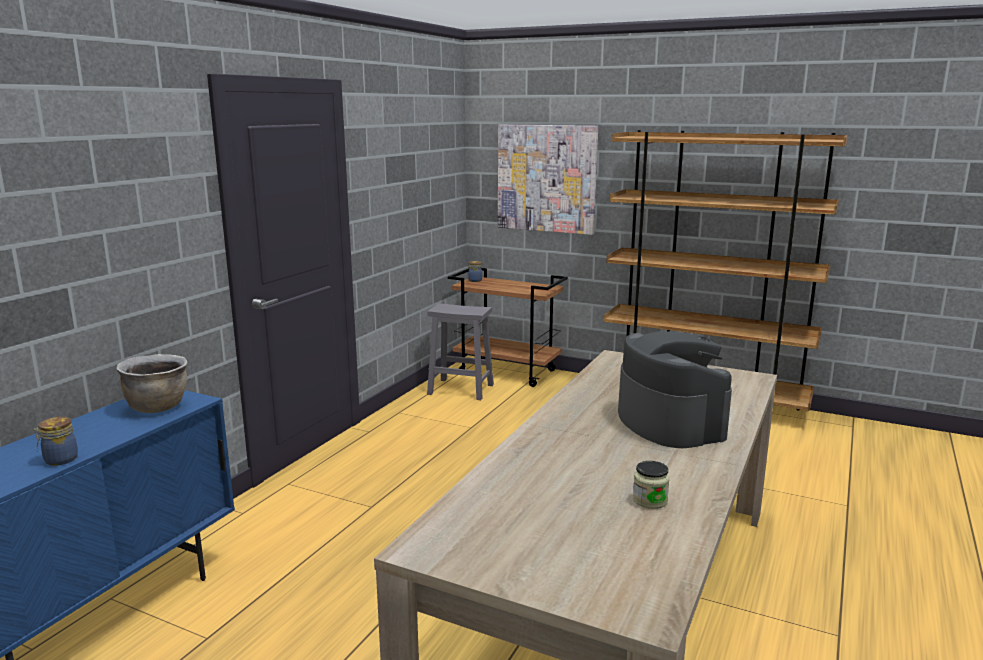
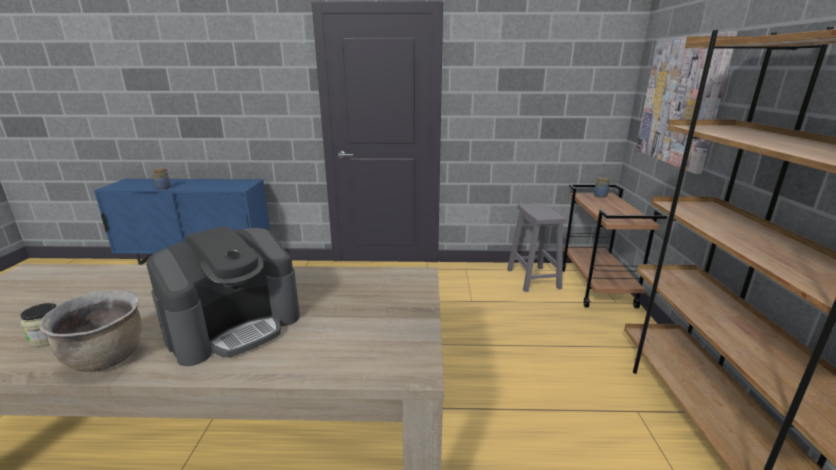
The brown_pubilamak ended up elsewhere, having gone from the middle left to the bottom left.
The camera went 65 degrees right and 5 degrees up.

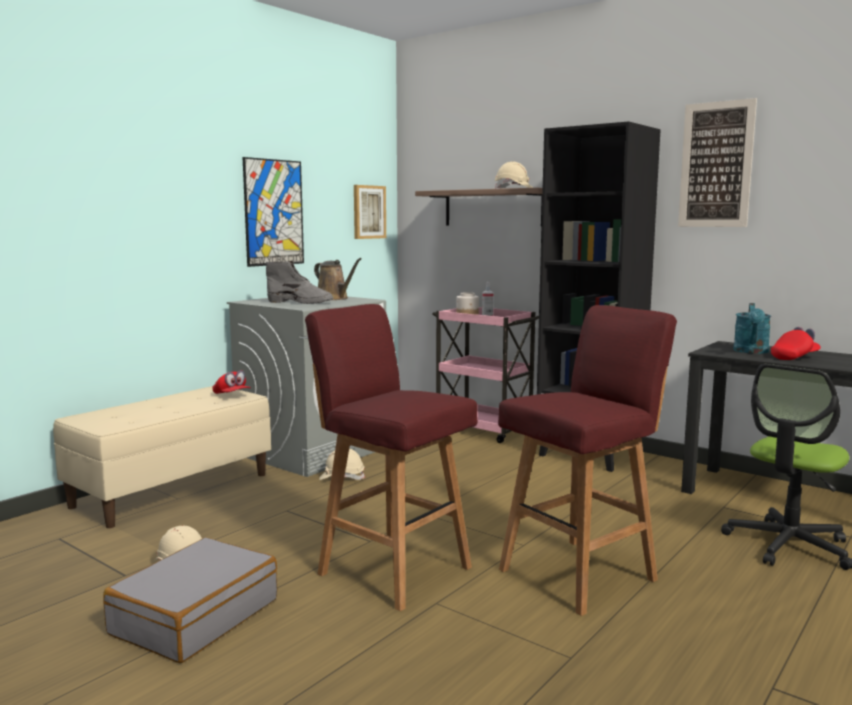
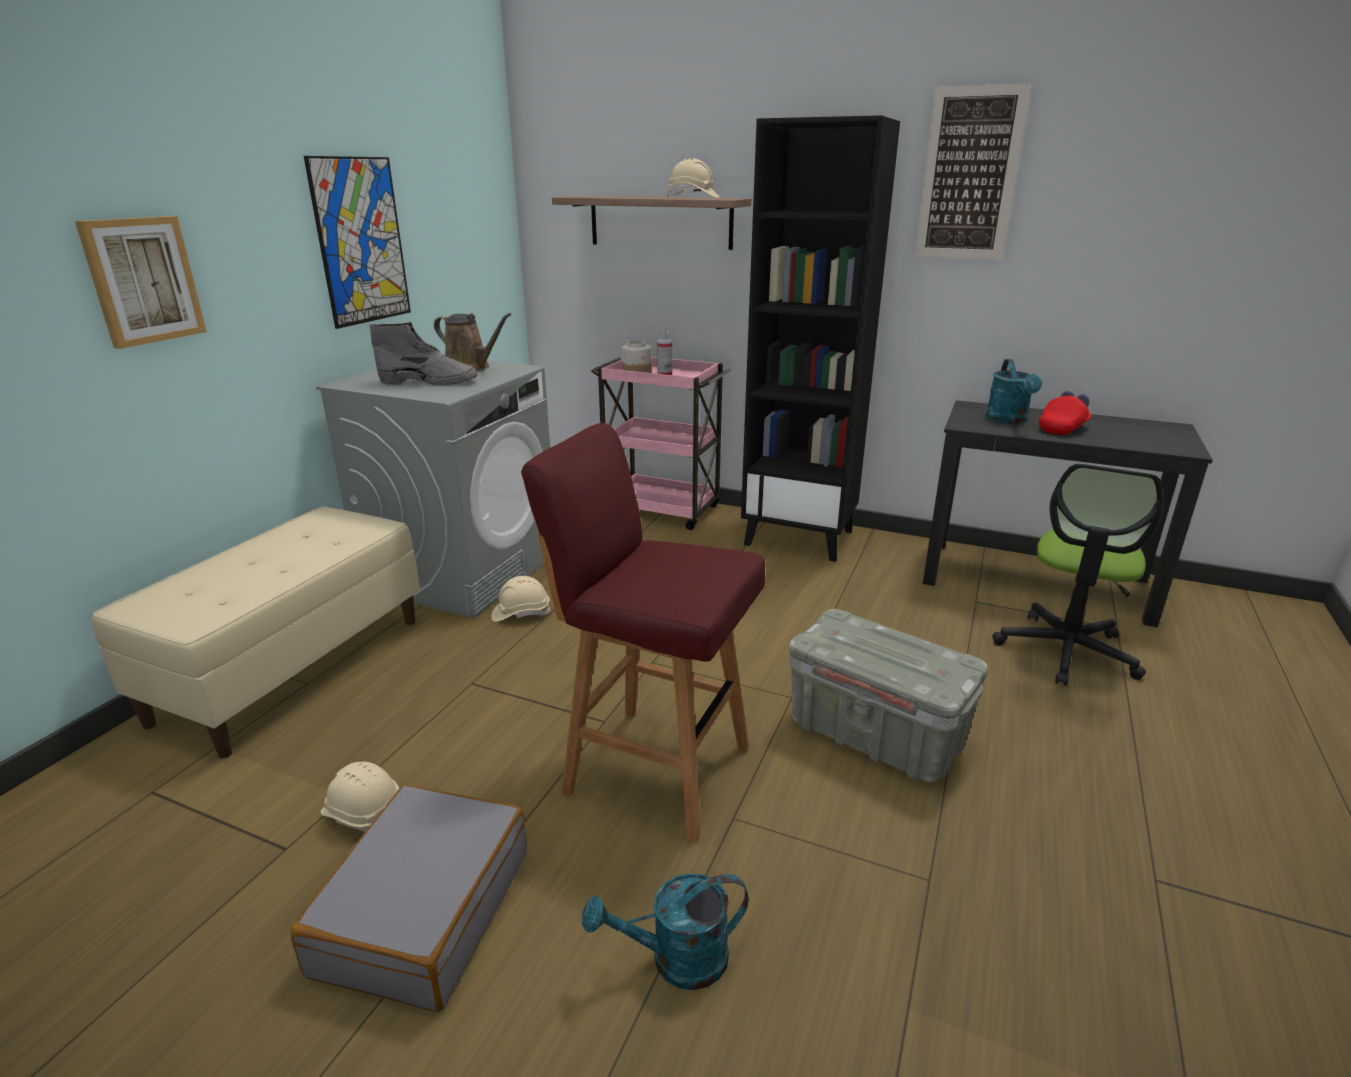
The second view lost the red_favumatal (no. 1 from left) at the middle left.
The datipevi (no. 2 from left in the first image) ended up elsewhere, having gone from the top centre to the top left.
Where the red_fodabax (no. 2 from left) stood at the middle right, the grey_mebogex came to stand at the centre.
The second view gained the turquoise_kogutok (no. 1 from left) at the bottom centre.
The camera went 15 degrees left and 15 degrees up.

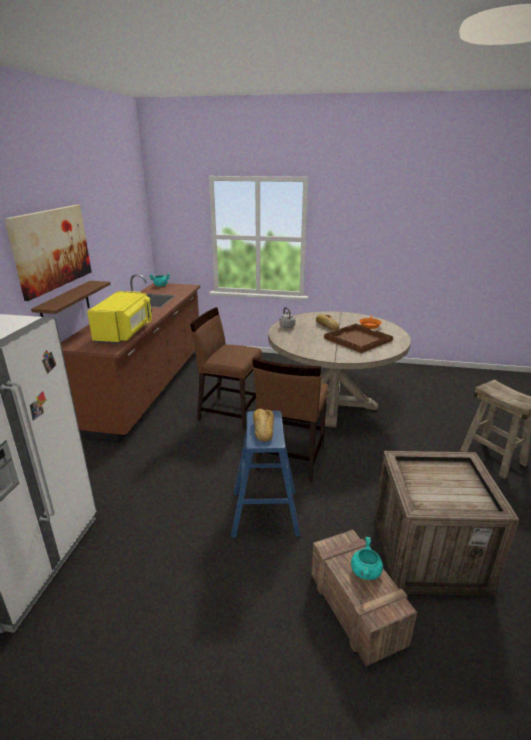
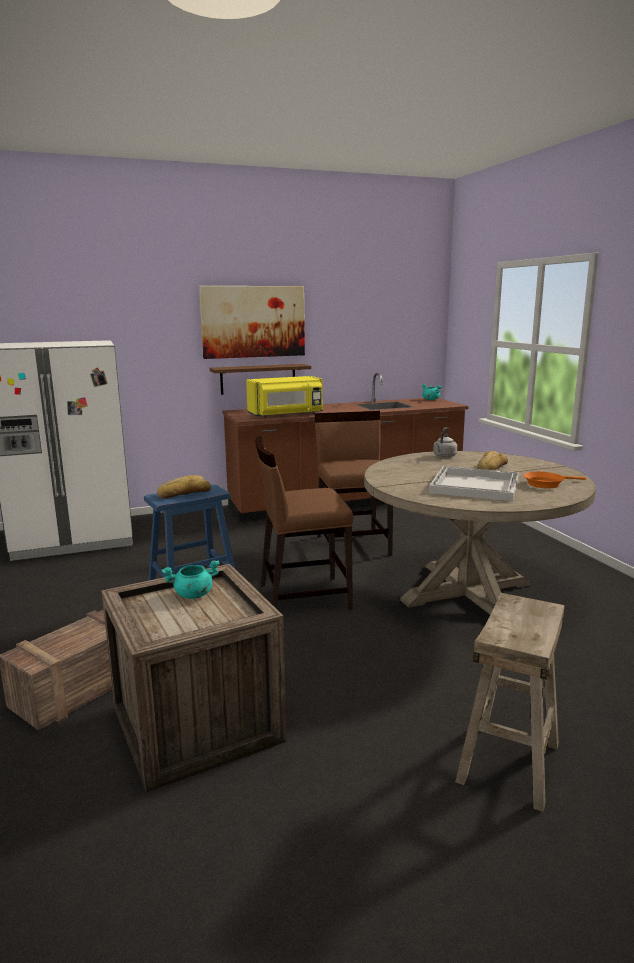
What was the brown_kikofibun at the middle right turned into the white_kikofibun at the middle right.
The turquoise_pubilamak (no. 2 from left in the first image) ended up elsewhere, having gone from the bottom right to the middle left.
The camera went 60 degrees right and 10 degrees down.

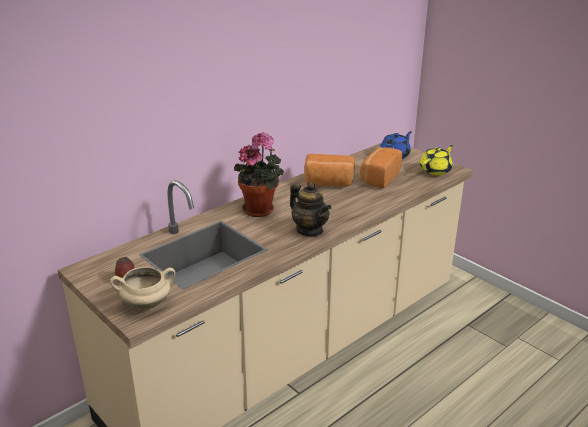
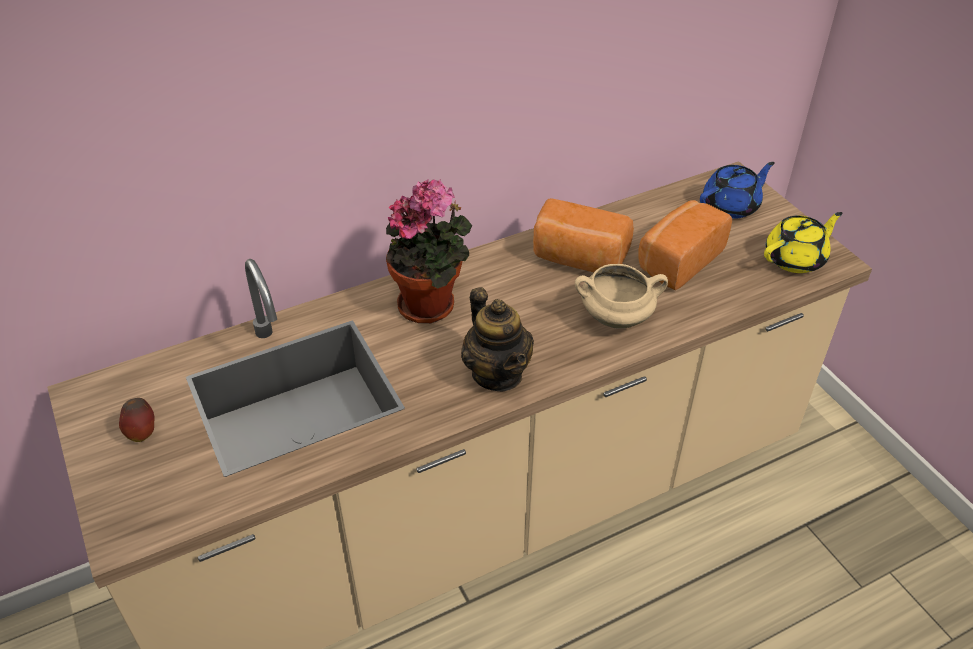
The beige_pubilamak ended up elsewhere, having gone from the bottom left to the centre.
The camera went 15 degrees right and 15 degrees up.

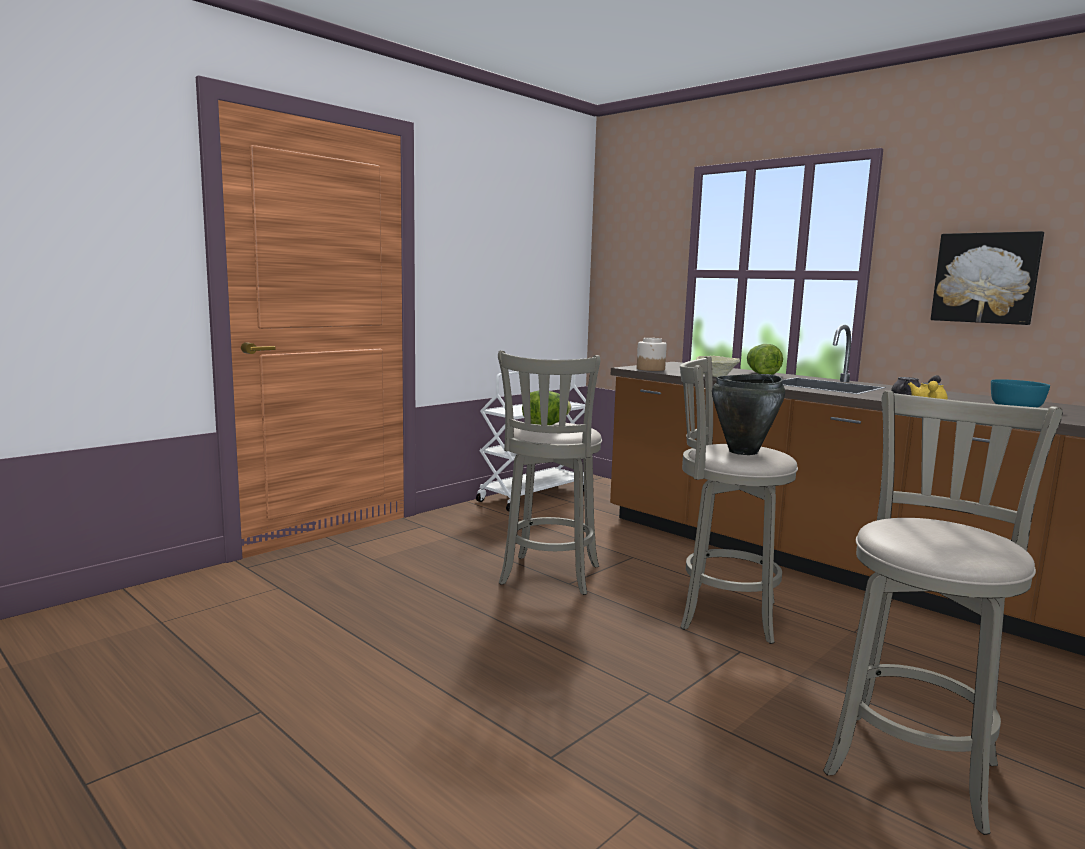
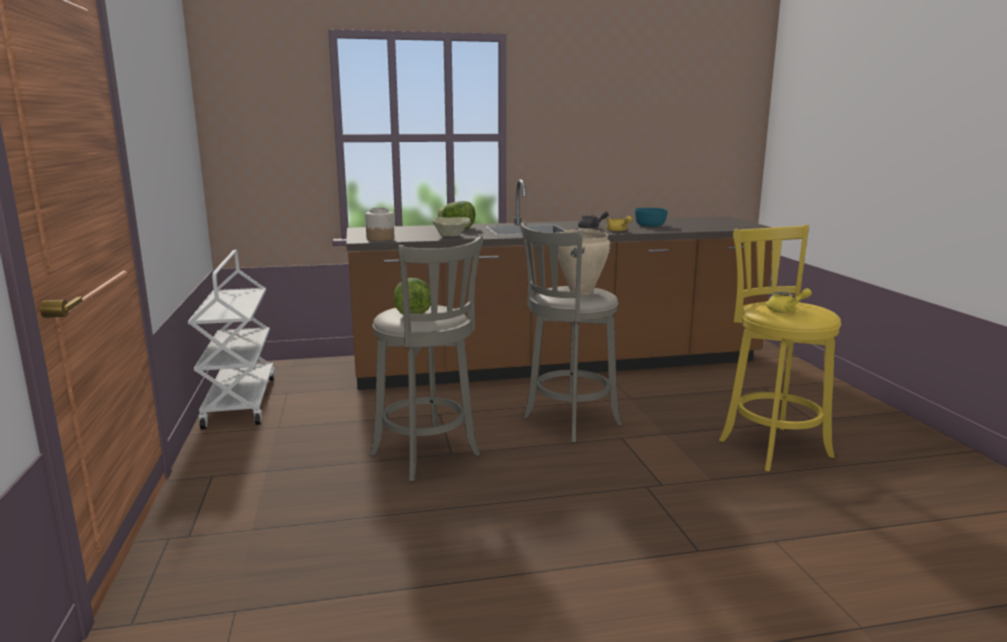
What was the black_pubilamak at the middle right turned into the beige_pubilamak at the centre.
What was the grey_fodabax (no. 3 from left) at the bottom right turned into the yellow_fodabax at the middle right.
The second view lost the datipevi at the top right.
The second view gained the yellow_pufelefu (no. 2 from left) at the middle right.
The camera went 55 degrees left and 5 degrees up.

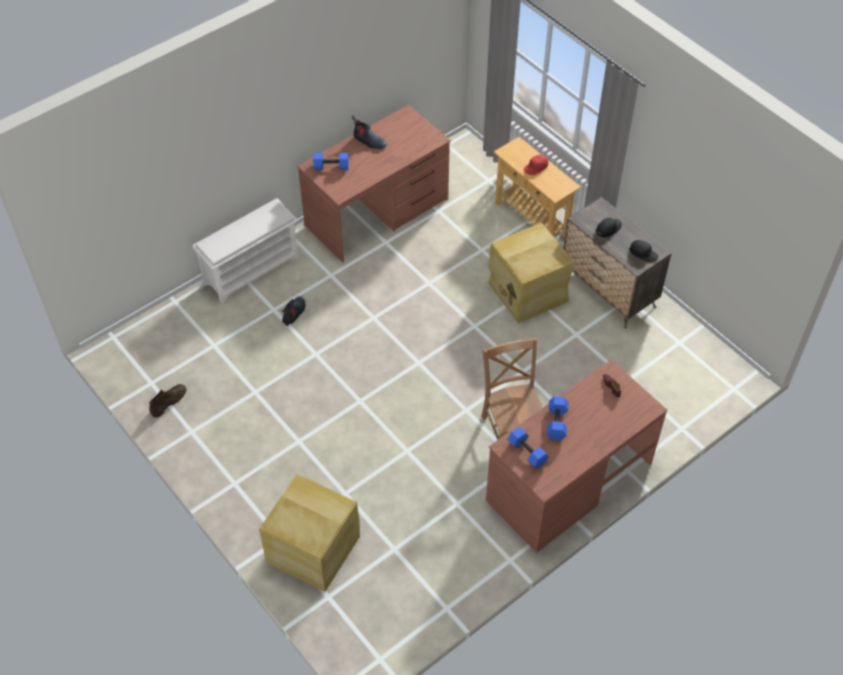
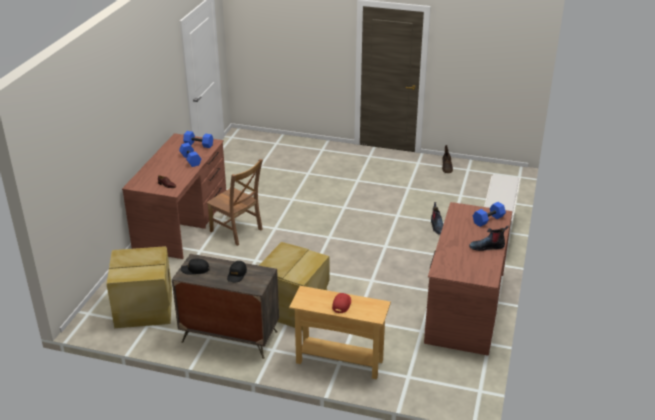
The beige_mebogex (no. 1 from left) ended up elsewhere, having gone from the bottom centre to the bottom left.
The camera went 145 degrees right and 20 degrees down.

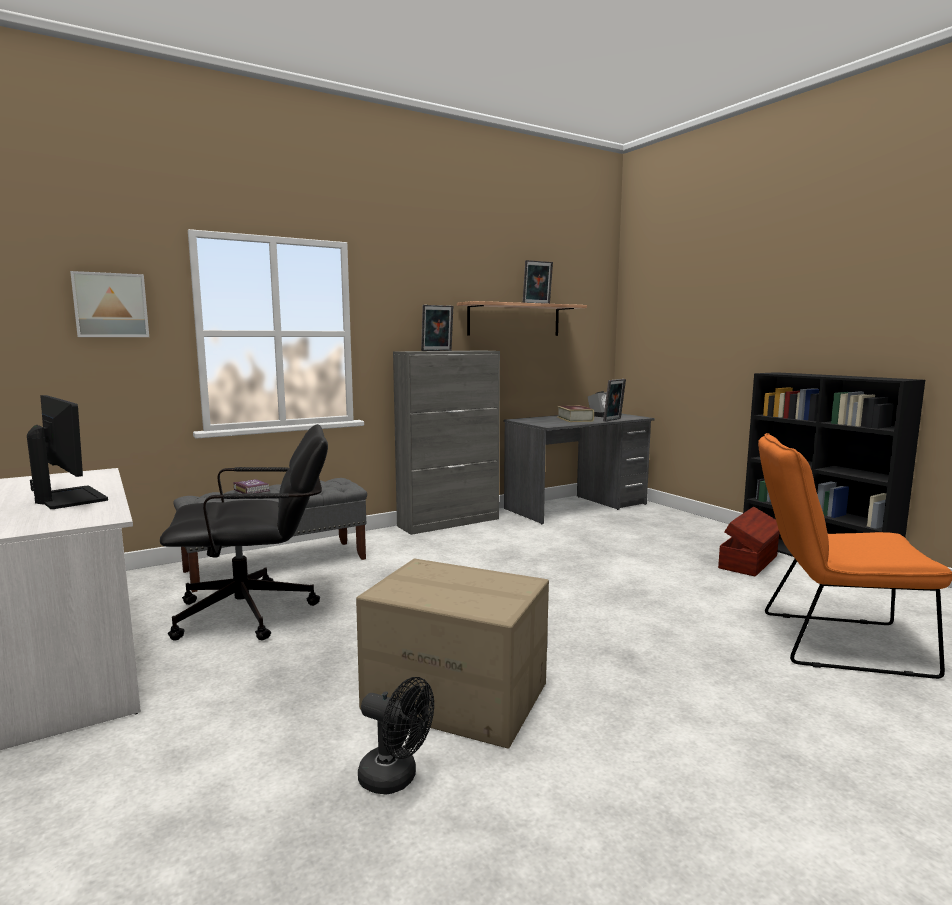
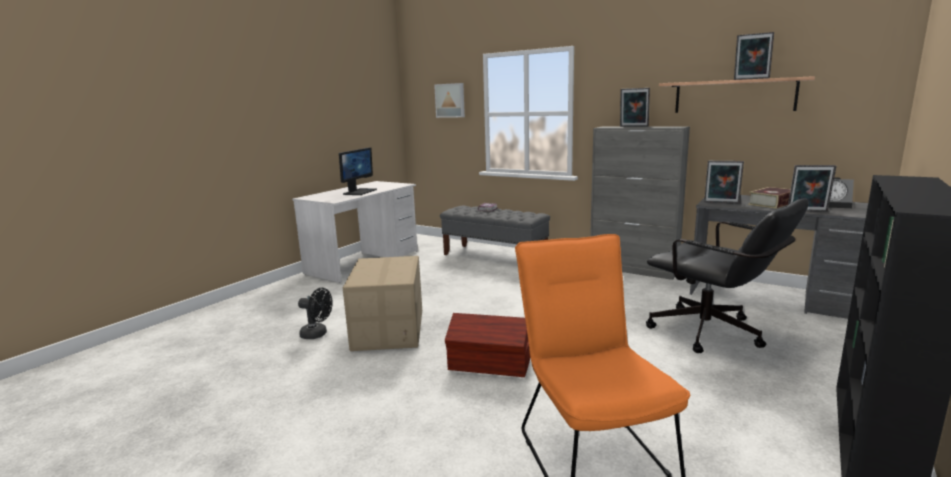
The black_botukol ended up elsewhere, having gone from the middle left to the middle right.
The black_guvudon at the bottom centre ended up facing another way, 75 degrees counterclockwise from before.
The brown_mebogex ended up elsewhere, having gone from the middle right to the bottom centre.
The second view gained the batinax (no. 2 from left) at the middle right.
The camera went 65 degrees right and 5 degrees up.

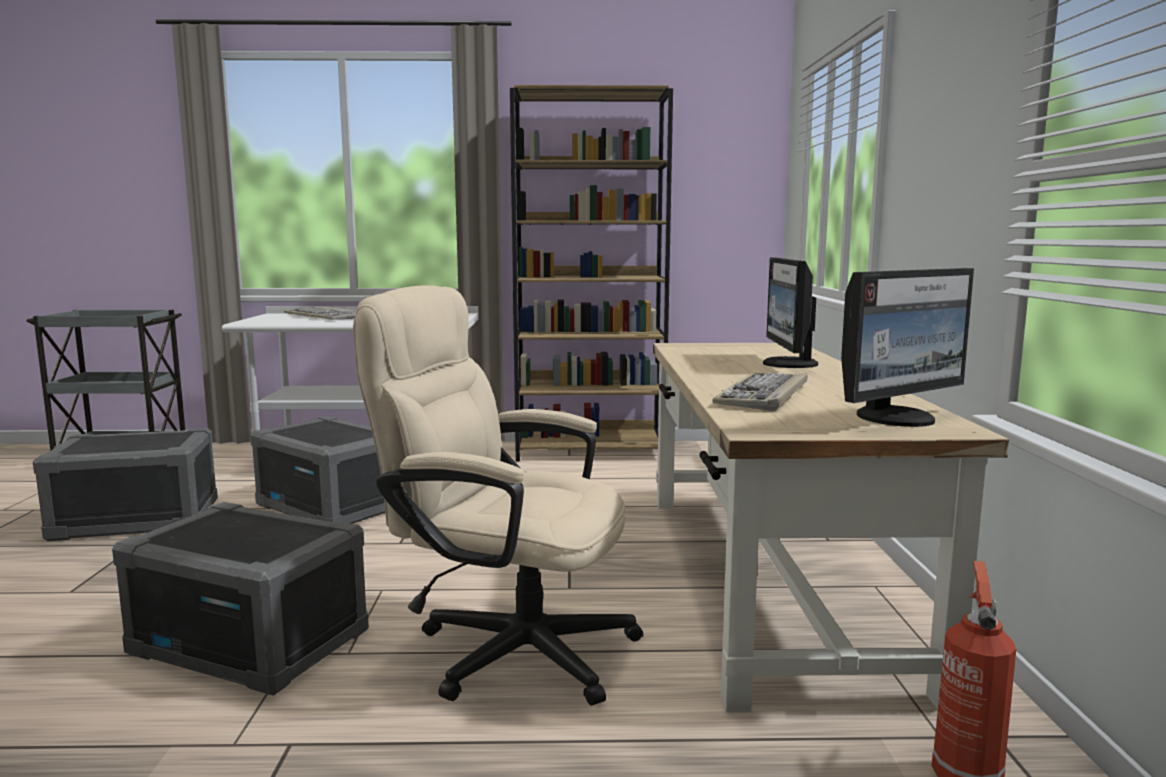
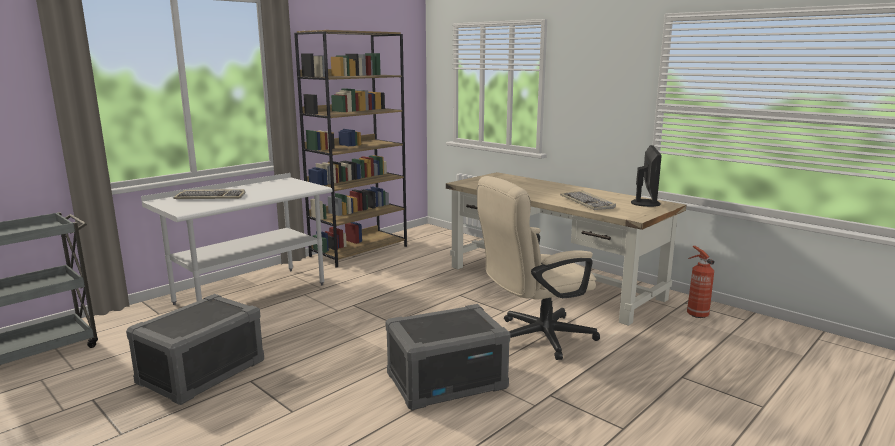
The second view lost the grey_mebogex (no. 3 from left) at the middle left.
The second view lost the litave (no. 1 from left) at the middle right.
The camera went 45 degrees left and 5 degrees up.

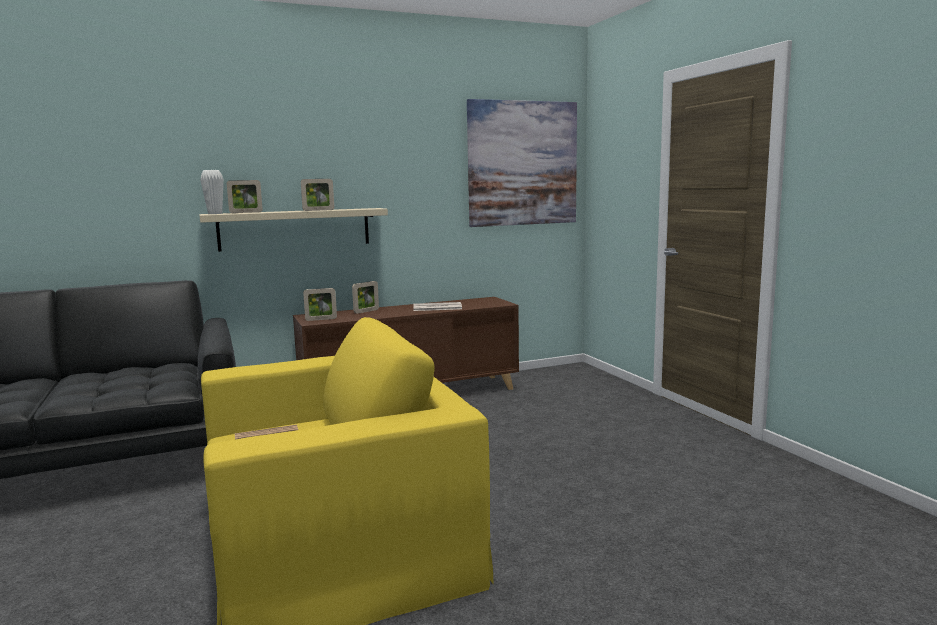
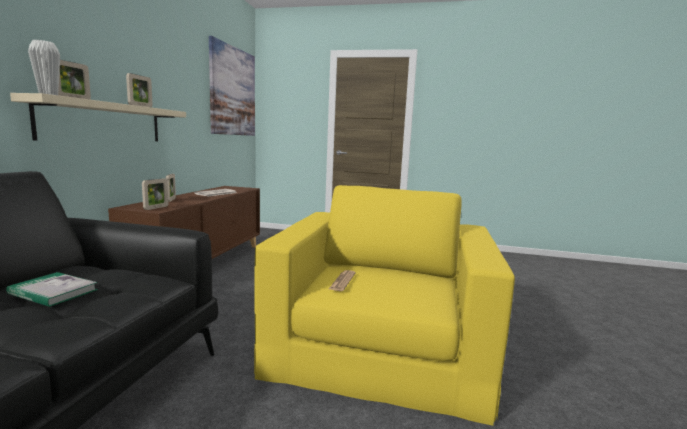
The second view gained the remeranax at the bottom left.
The camera went 55 degrees left and 0 degrees up.

